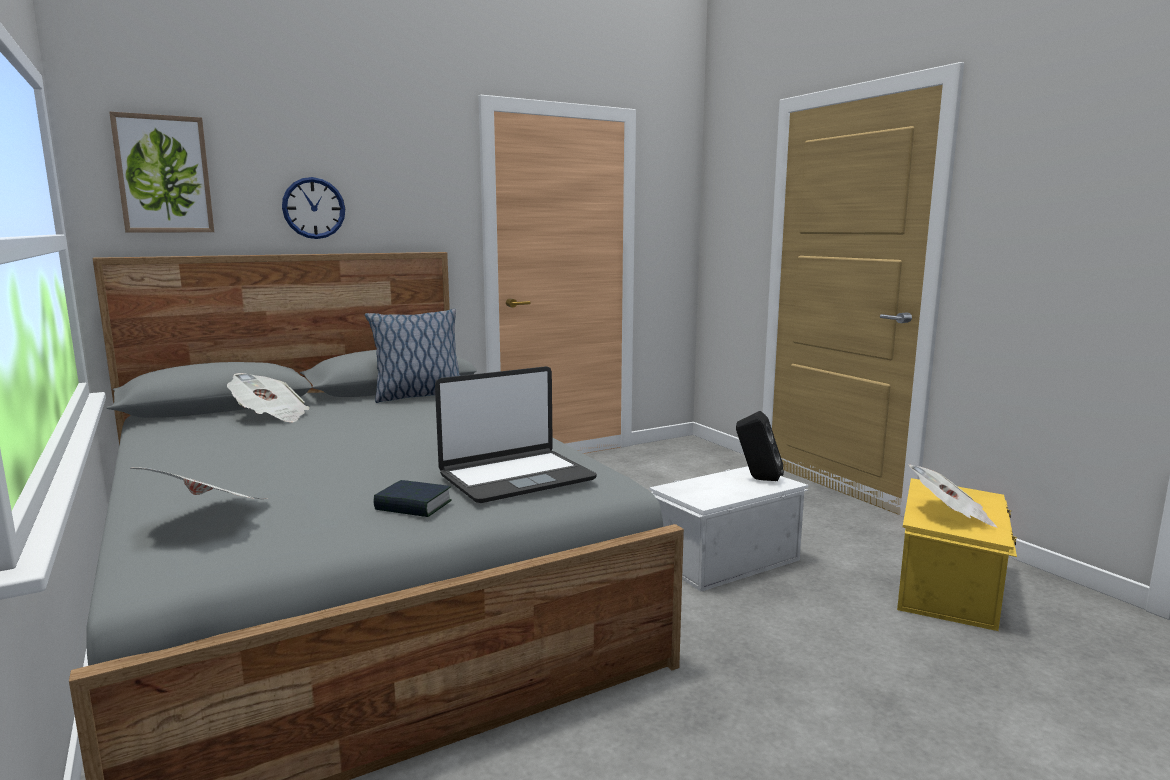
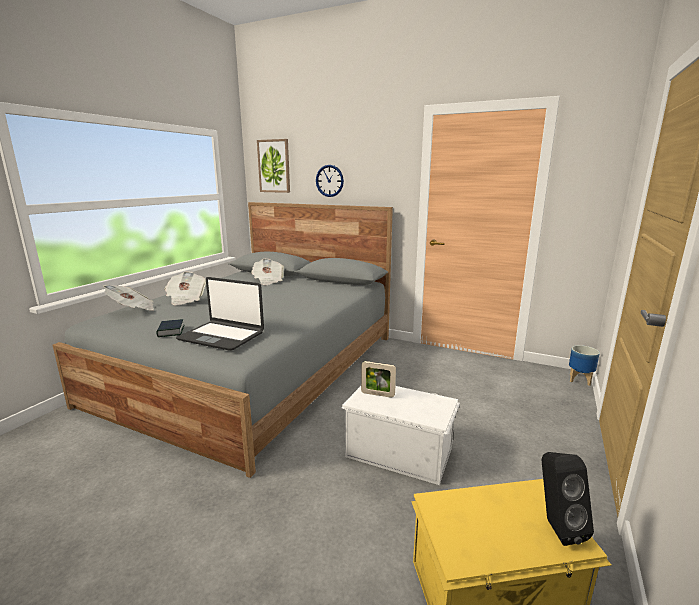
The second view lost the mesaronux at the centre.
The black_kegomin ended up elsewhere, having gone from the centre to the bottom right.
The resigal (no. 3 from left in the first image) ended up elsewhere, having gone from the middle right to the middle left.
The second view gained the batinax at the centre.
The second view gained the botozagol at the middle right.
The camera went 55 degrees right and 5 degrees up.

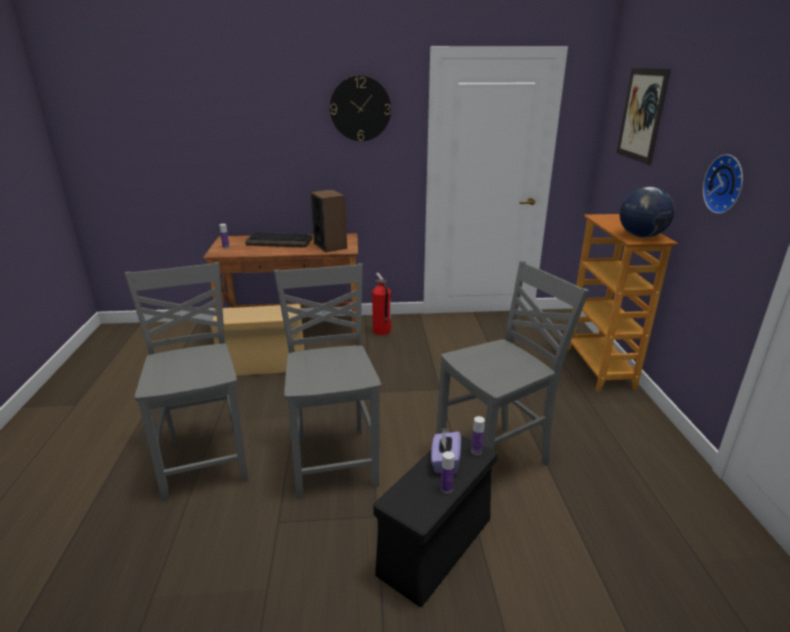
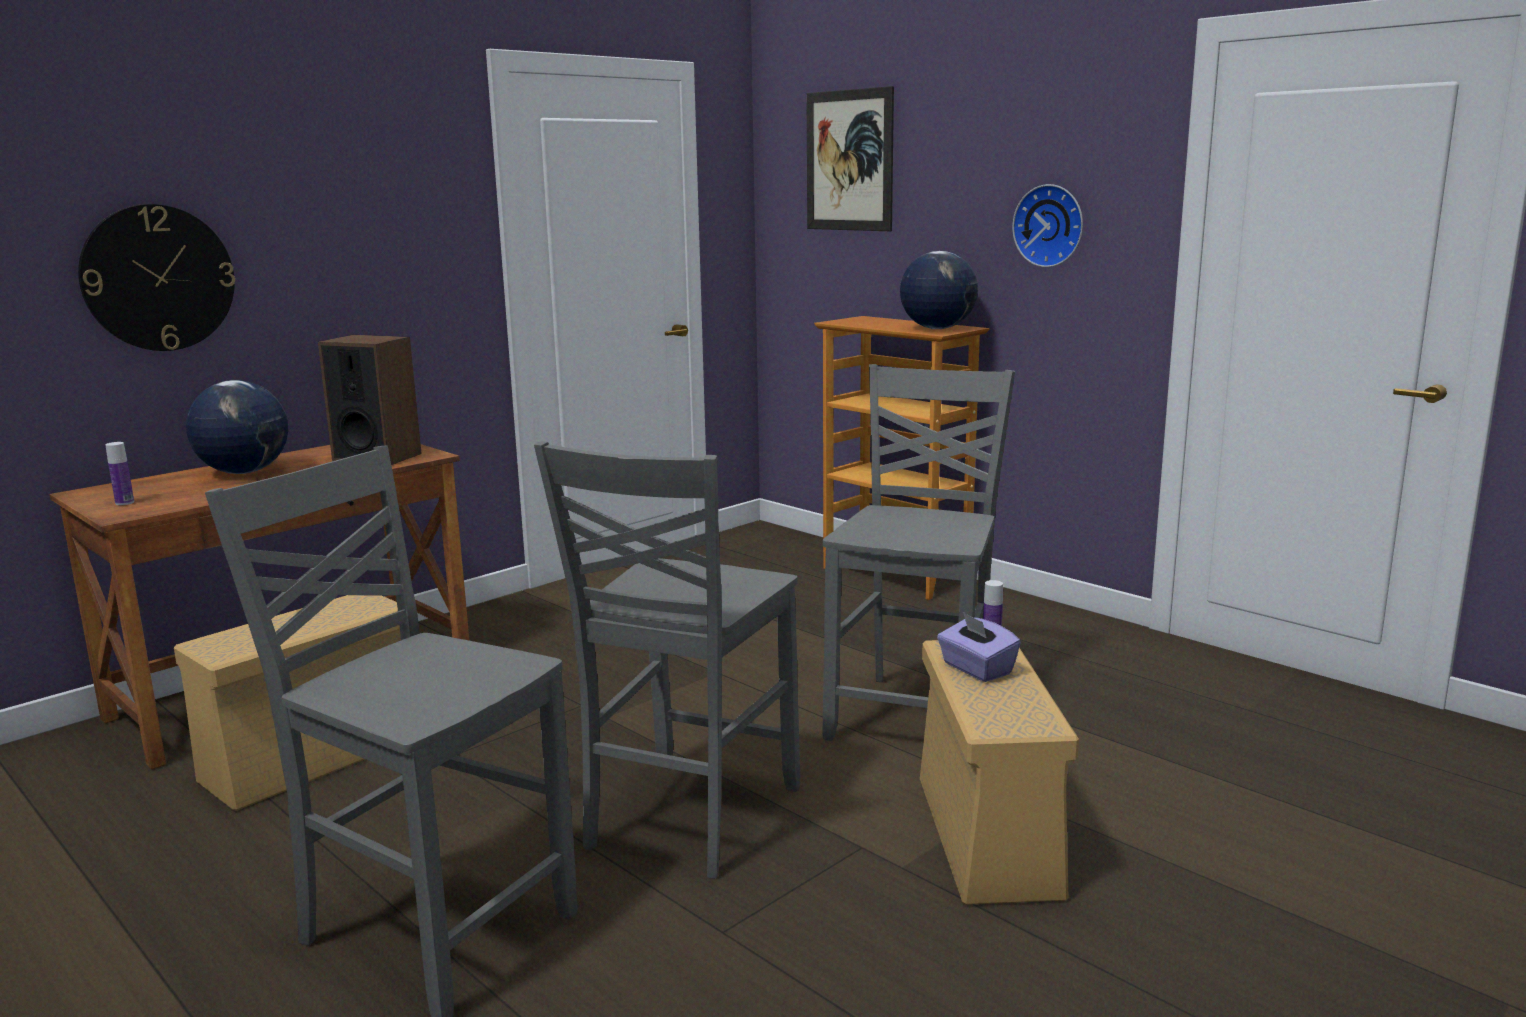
Where the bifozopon stood at the centre, the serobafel (no. 1 from left) came to stand at the middle left.
The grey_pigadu (no. 2 from left) at the centre ended up facing another way, 105 degrees counterclockwise from before.
The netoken (no. 1 from left) ended up elsewhere, having gone from the top centre to the top left.
The second view lost the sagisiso at the centre.
What was the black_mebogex at the bottom centre turned into the beige_mebogex (no. 2 from left) at the bottom centre.
The second view lost the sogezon (no. 2 from left) at the bottom centre.
The camera went 40 degrees left and 10 degrees down.

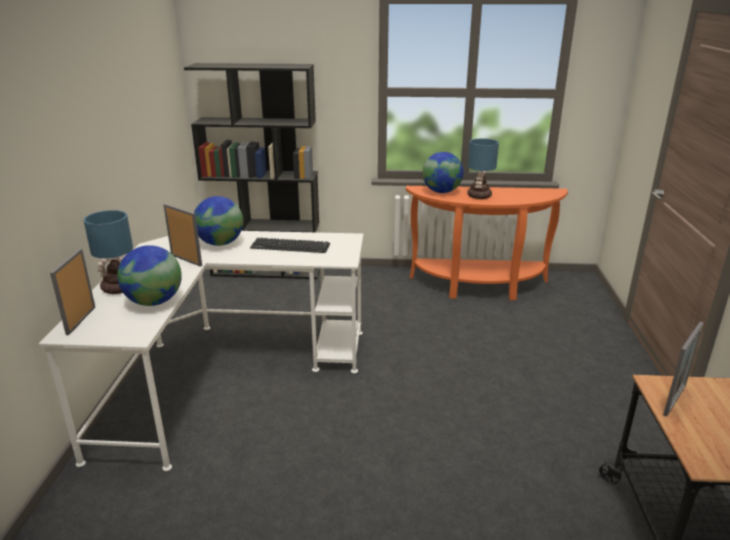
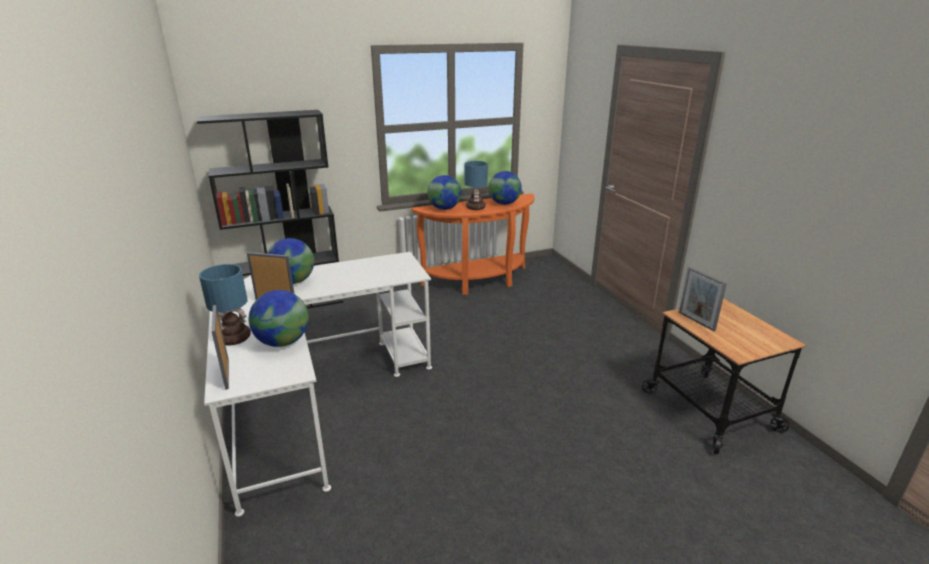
The second view lost the bifozopon at the centre.
The batinax (no. 3 from left) at the bottom right ended up facing another way, 135 degrees clockwise from before.
The second view gained the serobafel (no. 4 from left) at the centre.
The camera went 25 degrees left and 0 degrees up.

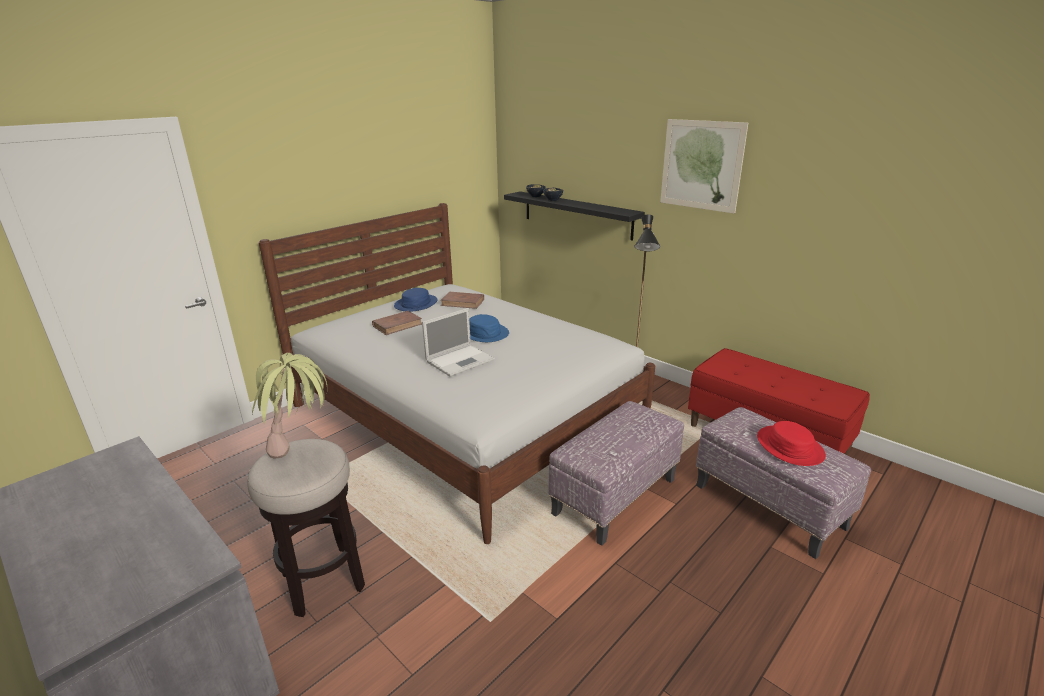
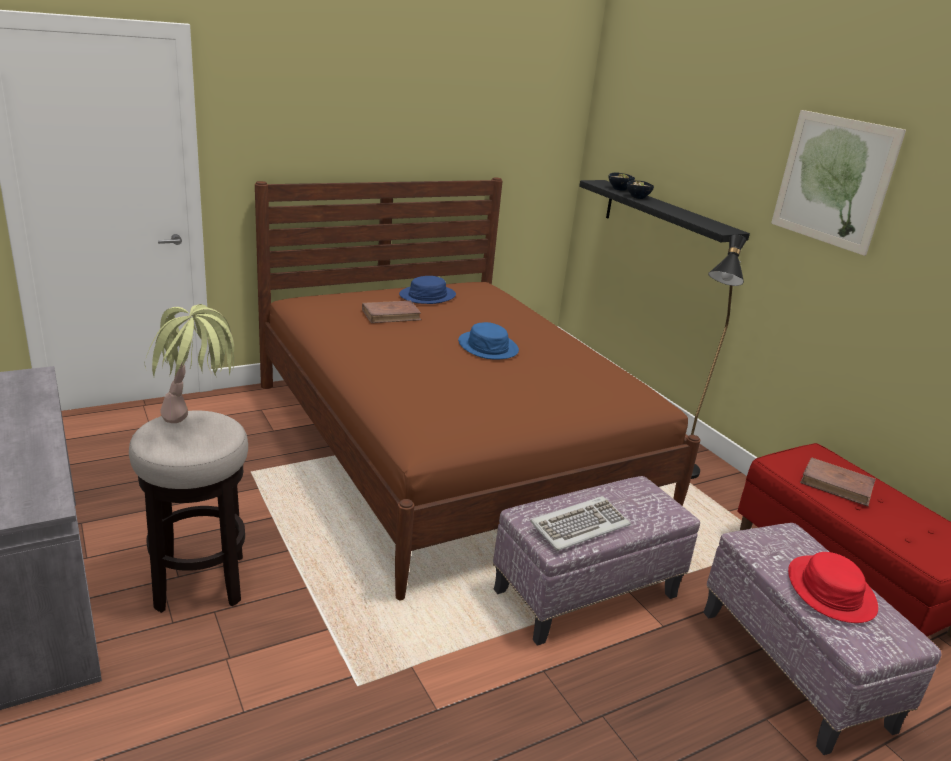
What was the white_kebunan at the centre turned into the brown_kebunan at the centre.
The second view lost the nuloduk at the centre.
The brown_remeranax (no. 2 from left) ended up elsewhere, having gone from the centre to the middle right.
The second view gained the bifozopon at the bottom centre.
The camera went 15 degrees right and 0 degrees up.

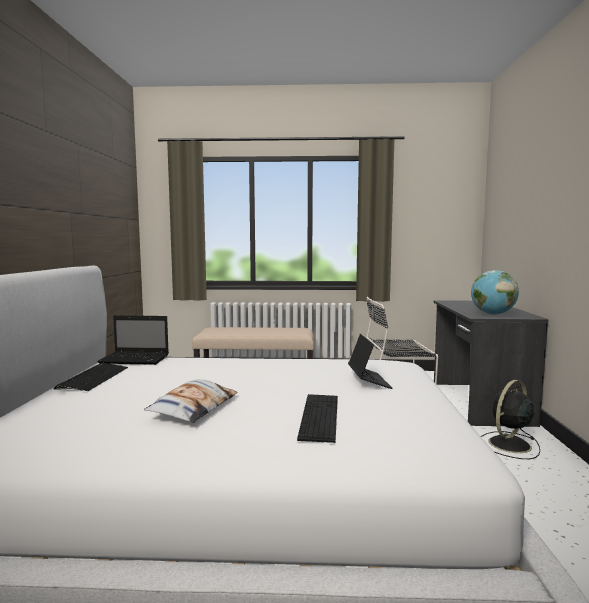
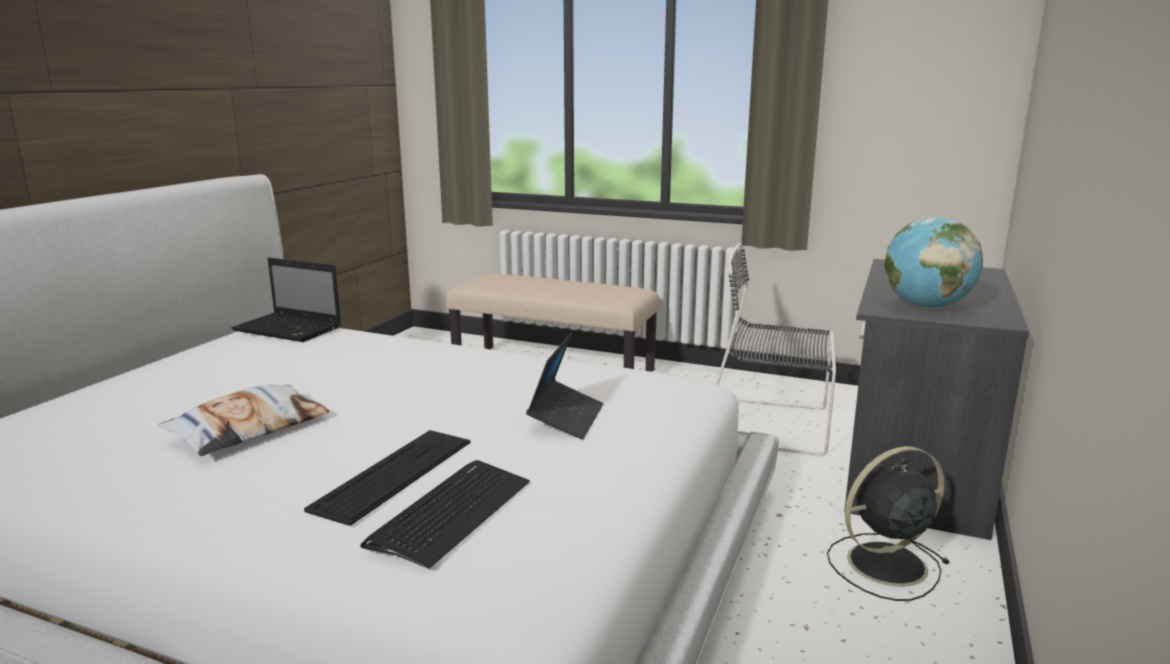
The bifozopon (no. 1 from left in the first image) ended up elsewhere, having gone from the middle left to the bottom centre.
The camera went 20 degrees right and 10 degrees up.

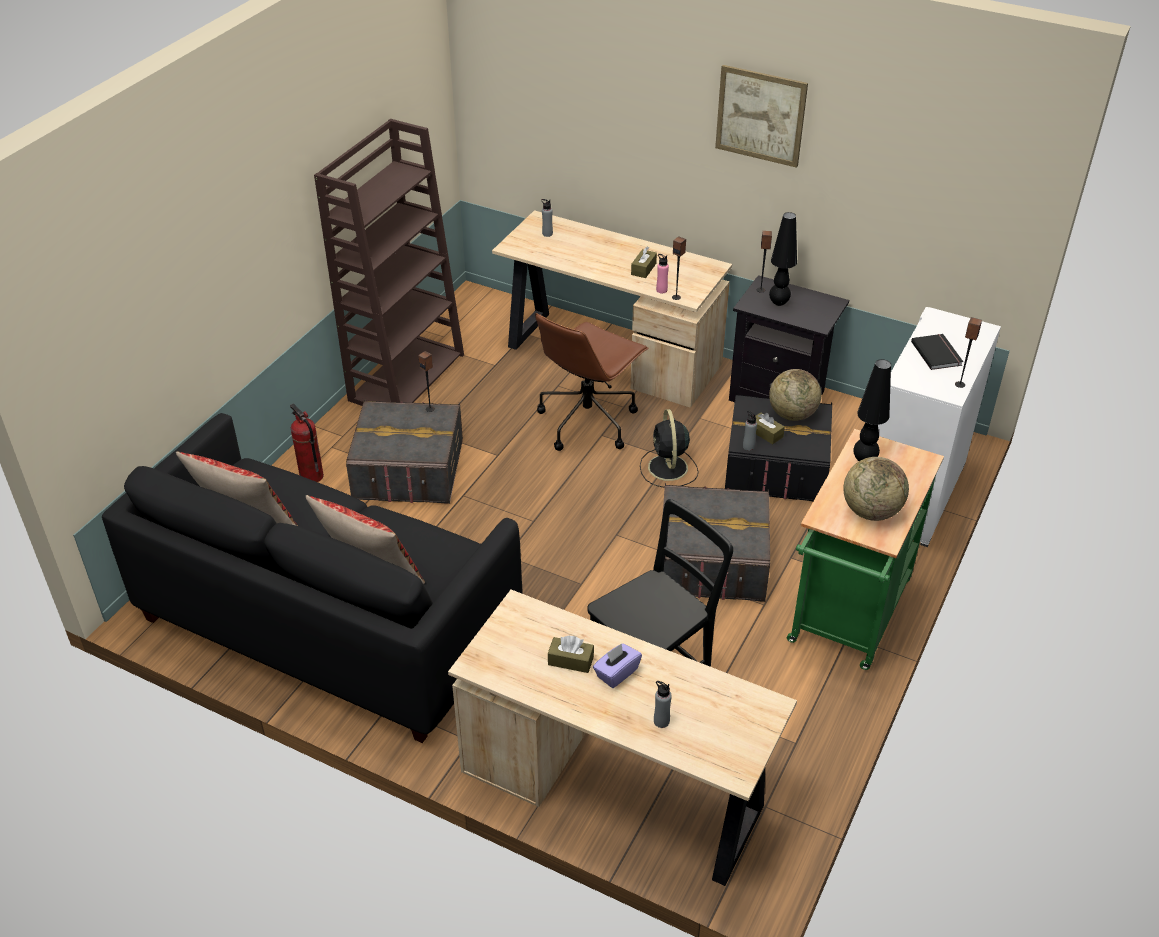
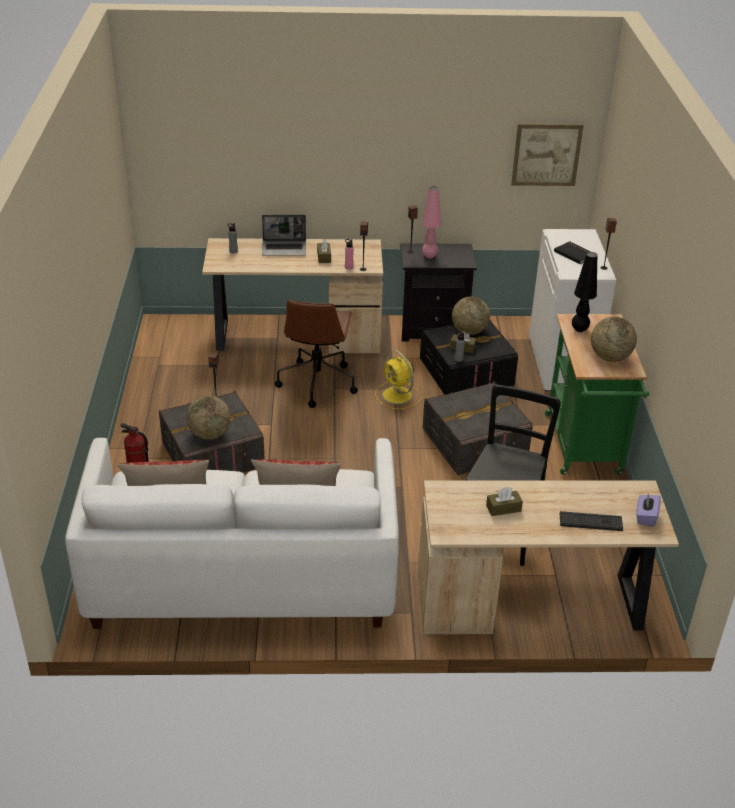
What was the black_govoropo at the middle left turned into the white_govoropo at the middle left.
The second view lost the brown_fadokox at the top centre.
The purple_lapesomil ended up elsewhere, having gone from the bottom centre to the middle right.
What was the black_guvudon at the centre turned into the yellow_guvudon at the centre.
Where the grey_sogezon (no. 2 from left) stood at the bottom centre, the bifozopon came to stand at the middle right.
The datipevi ended up elsewhere, having gone from the top centre to the top right.
What was the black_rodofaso (no. 1 from left) at the top right turned into the pink_rodofaso at the top centre.
The second view gained the serobafel (no. 1 from left) at the middle left.
The second view gained the nuloduk at the top centre.
The camera went 30 degrees left and 5 degrees down.

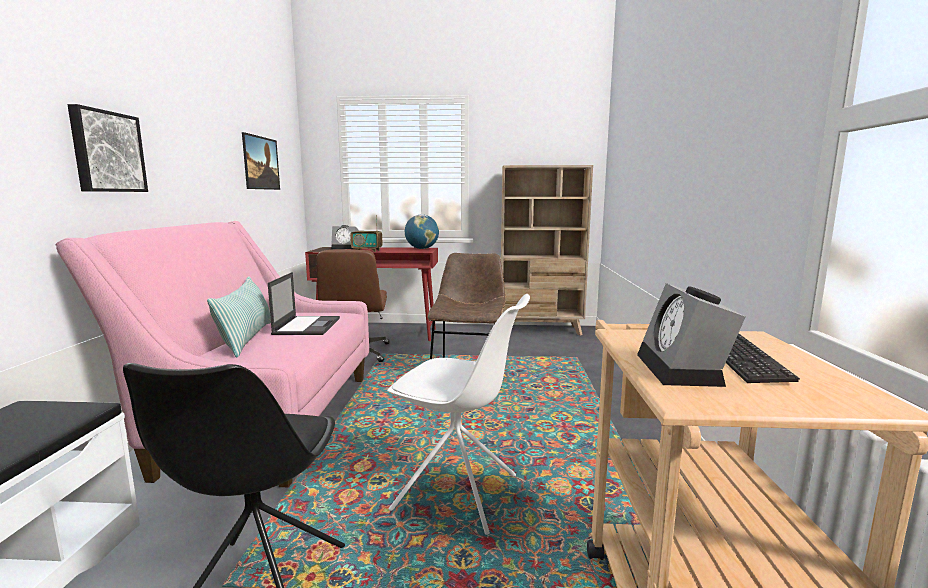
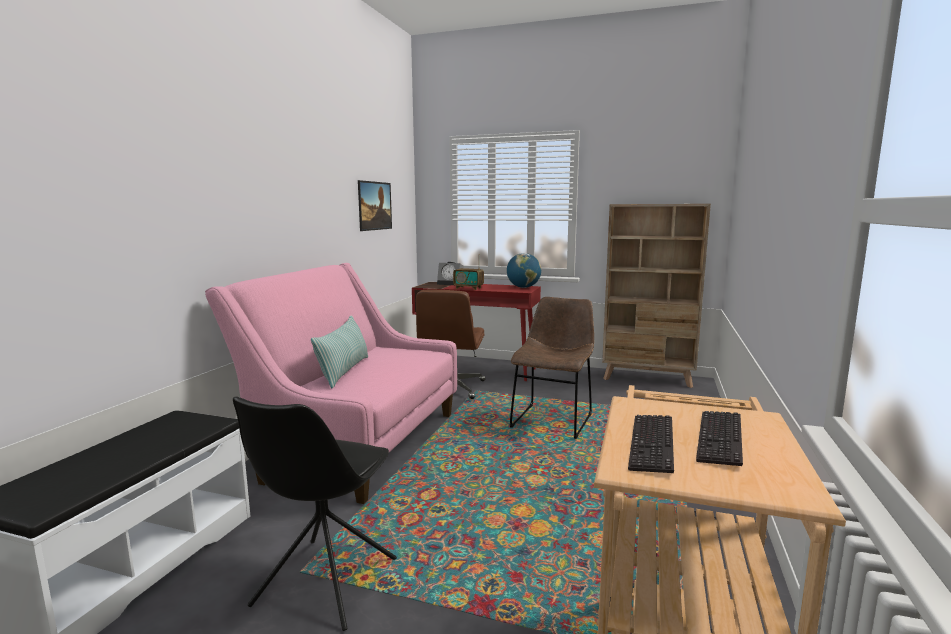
The second view lost the datipevi (no. 1 from left) at the top left.
The second view lost the nuloduk at the middle left.
The second view lost the white_pigadu at the bottom centre.
Where the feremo (no. 2 from left) stood at the middle right, the bifozopon (no. 1 from left) came to stand at the bottom right.
The camera went 15 degrees right and 0 degrees up.

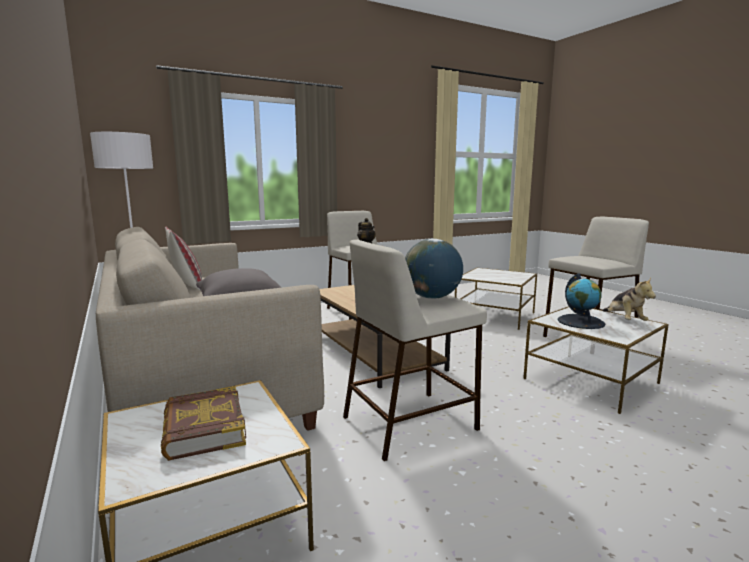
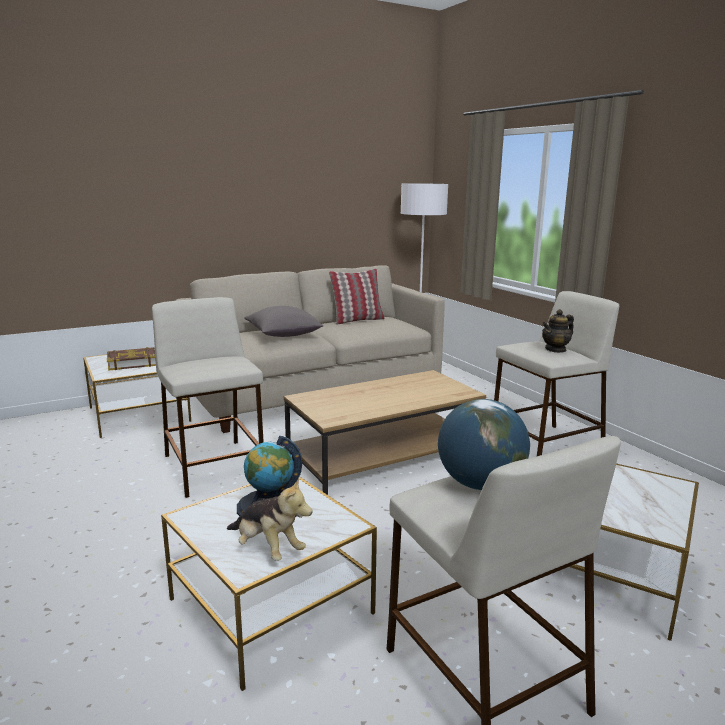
The serobafel (no. 1 from left in the first image) ended up elsewhere, having gone from the centre to the middle right.
The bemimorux at the middle right ended up facing another way, 135 degrees counterclockwise from before.
The camera went 90 degrees right and 5 degrees up.

